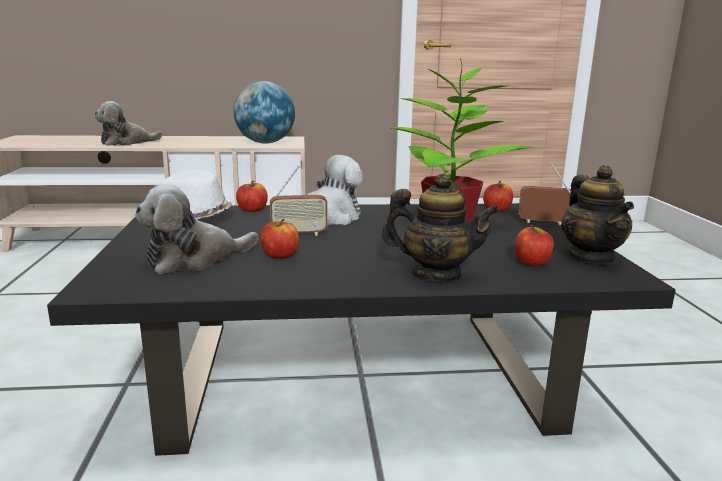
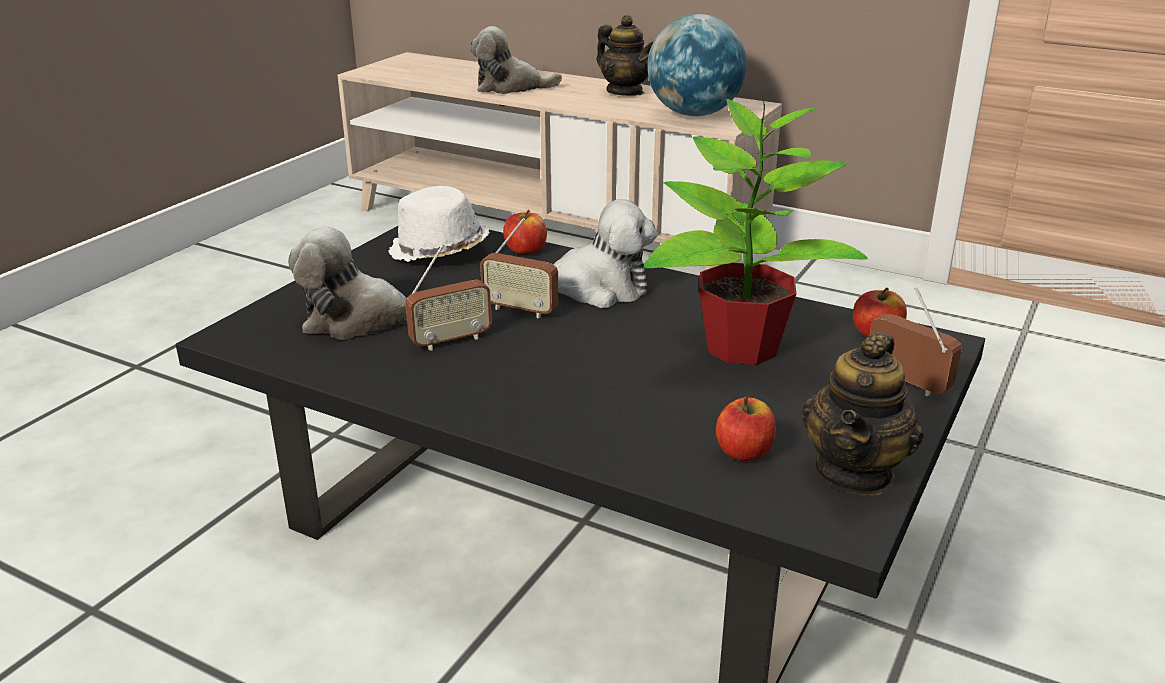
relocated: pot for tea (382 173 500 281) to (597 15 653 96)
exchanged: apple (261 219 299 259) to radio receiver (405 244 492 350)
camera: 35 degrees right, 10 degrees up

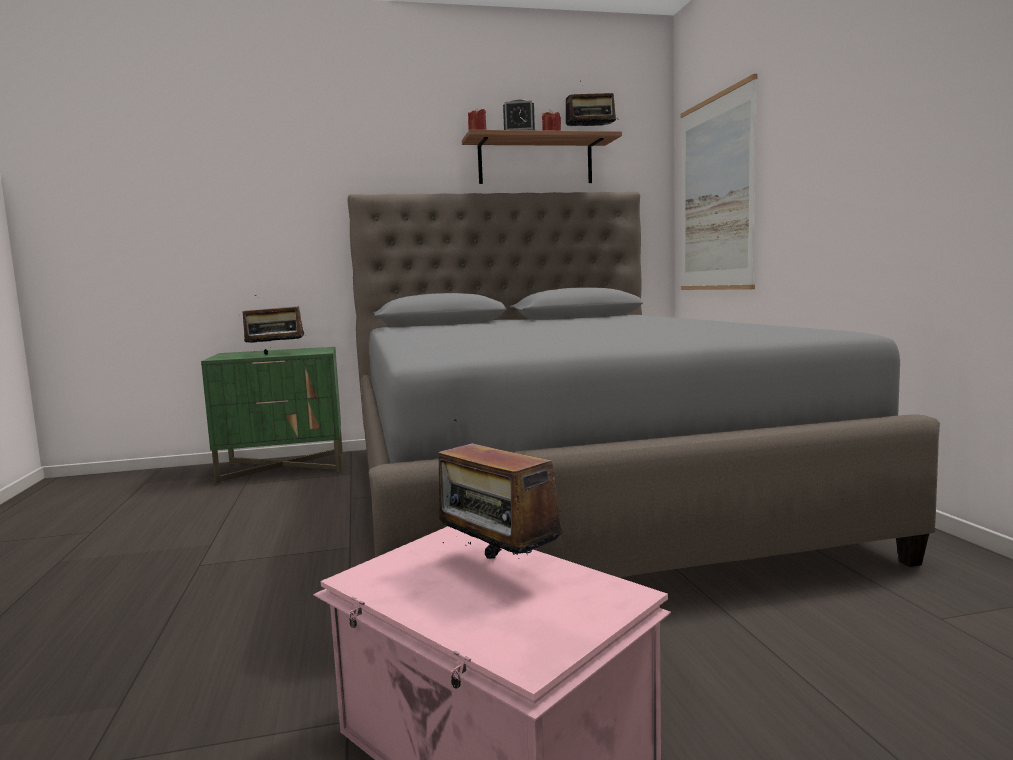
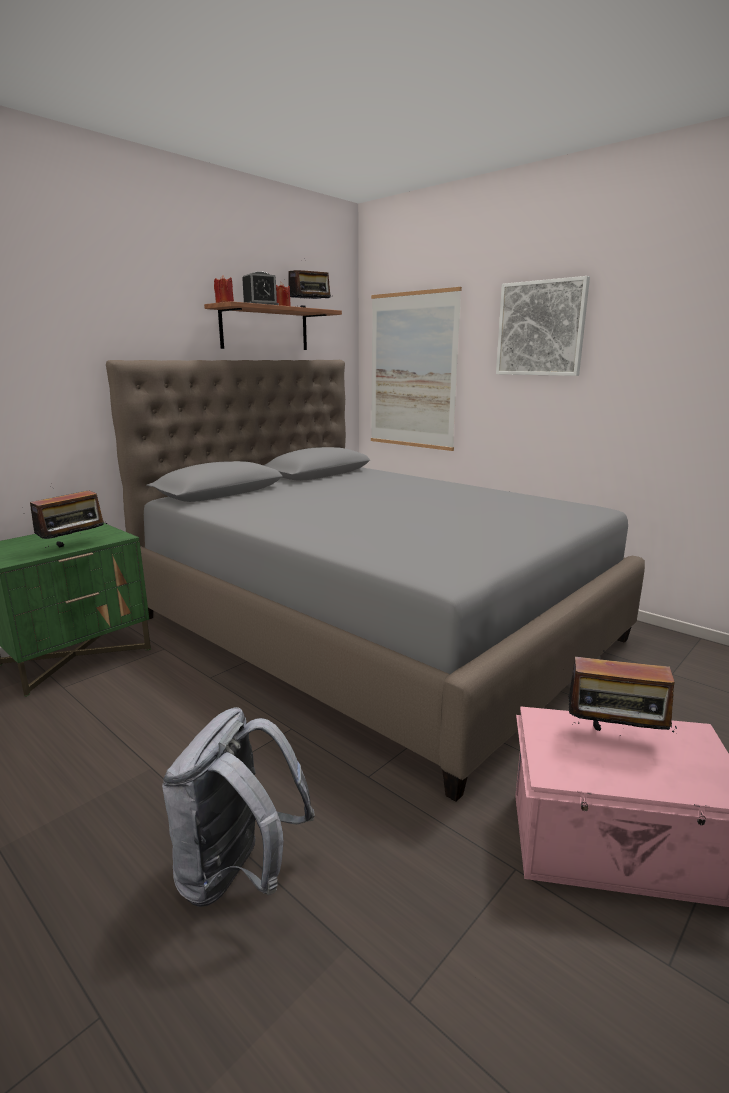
appeared: wall art (496 276 590 376); grey backpack (162 707 315 907)
camera: 35 degrees left, 10 degrees up

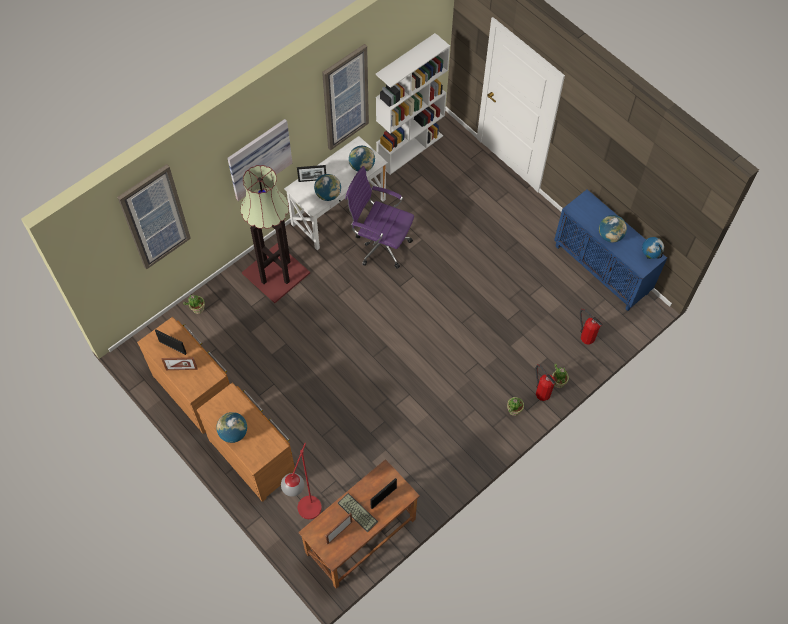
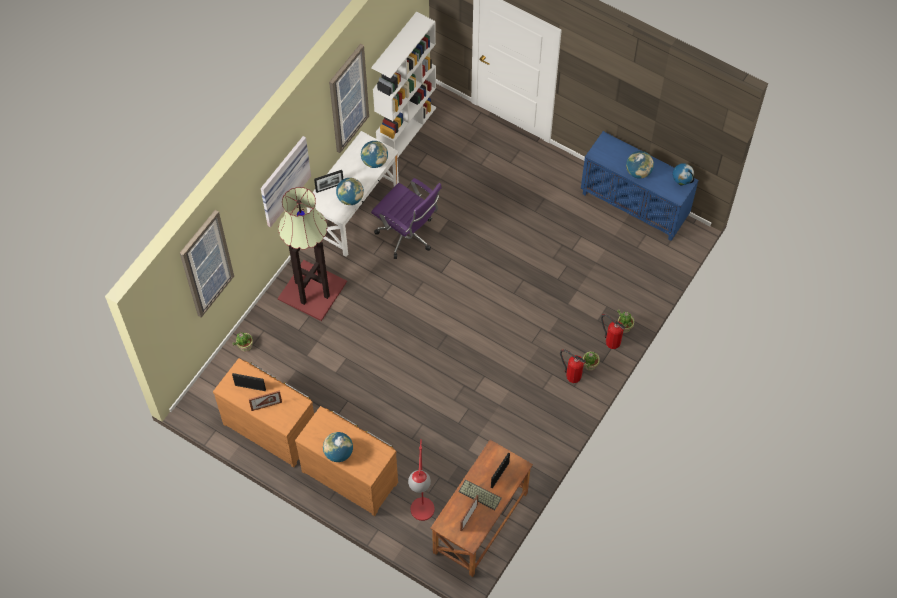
relocated: extinguisher (580 309 603 345) to (560 349 586 383)
spun: purplish desk chair (345 166 414 269) = (371 178 442 259) 150 degrees counterclockwise
camera: 15 degrees left, 0 degrees up

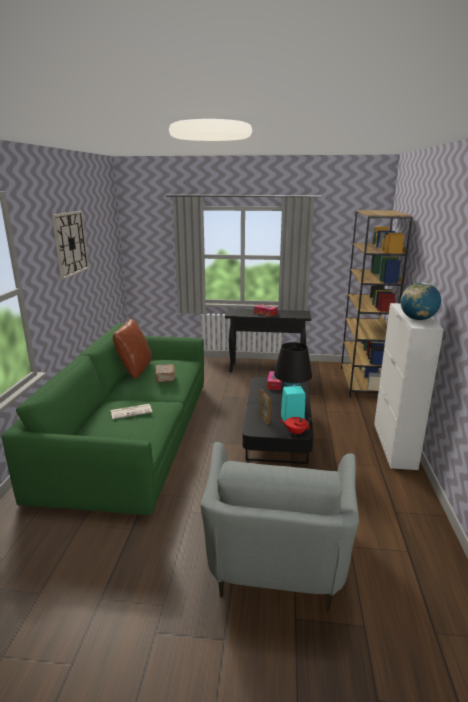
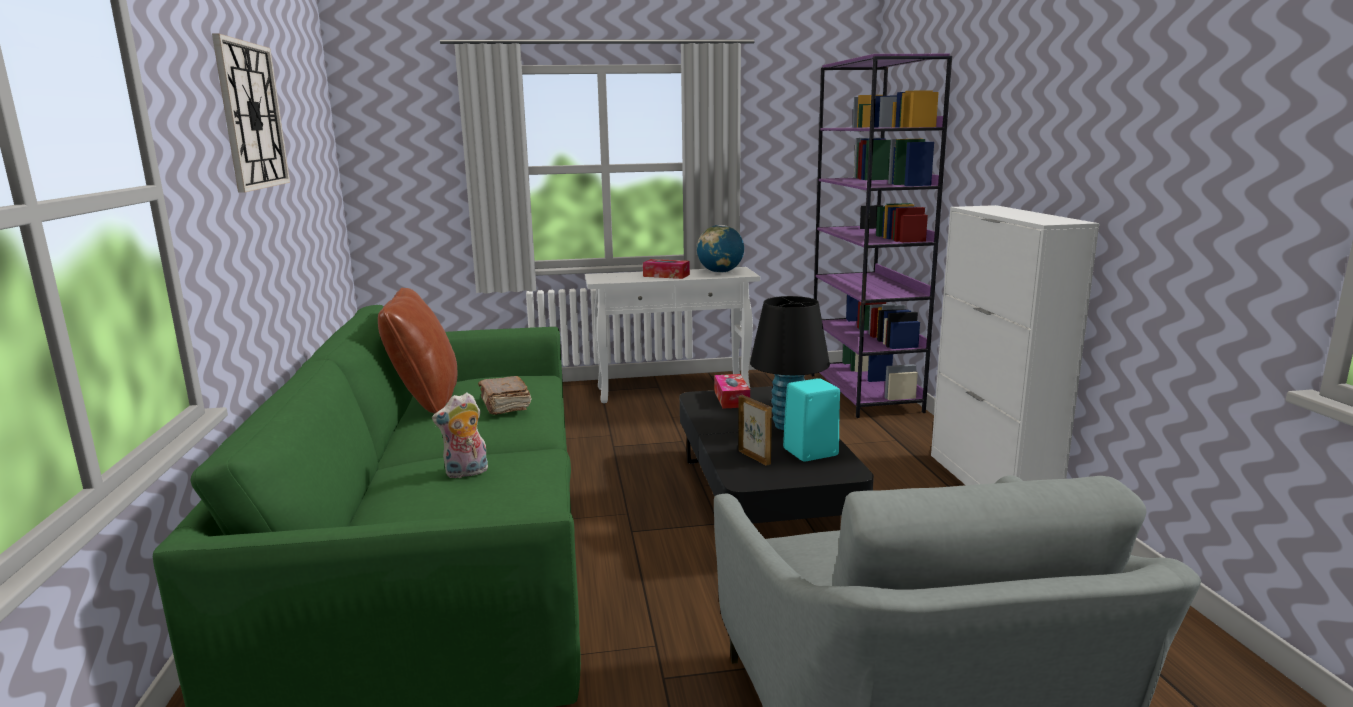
missing: red-coloured pot for tea (280 417 313 435)
relocated: world globe (400 282 441 320) to (697 225 744 273)
exchanged: printed paper (111 404 152 419) to soft toy (432 393 488 478)
colour: brown-coloured shelving unit (341 210 413 397) to purplish shelving unit (811 54 952 418); blackish narrow table (225 308 311 372) to white narrow table (585 267 760 403)
camera: 15 degrees left, 5 degrees down

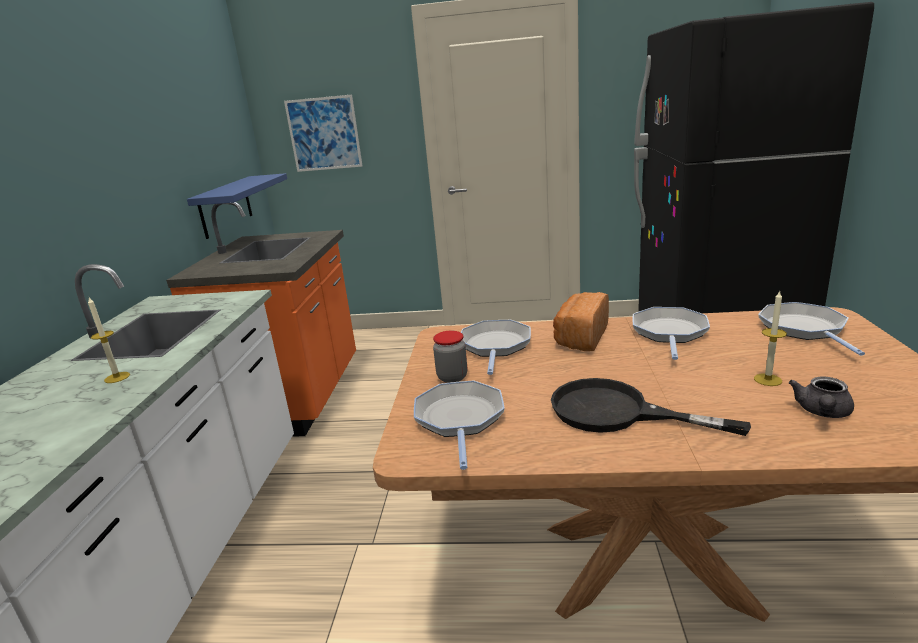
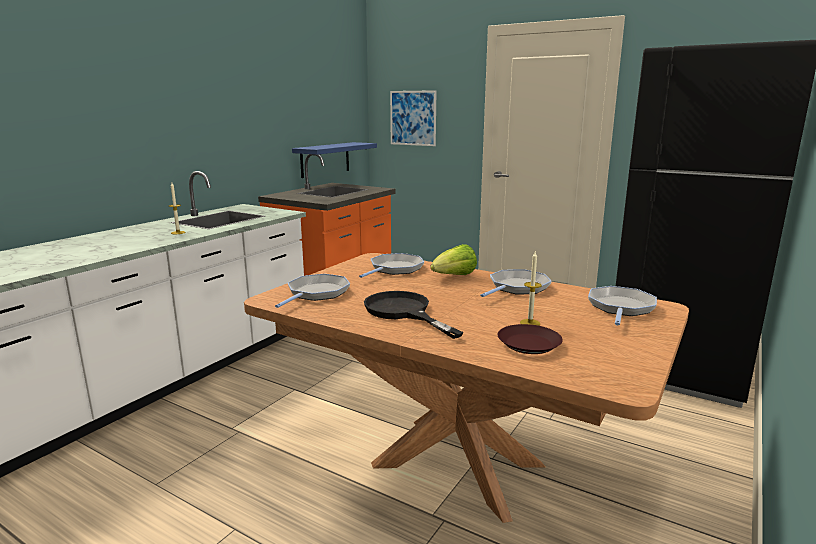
missing: jar (433 331 467 383)
exchanged: bread (553 292 609 351) to head of lettuce (430 244 477 275); grey pot for tea (789 376 854 418) to brown-coloured flat dish (498 324 563 354)
camera: 25 degrees right, 5 degrees down

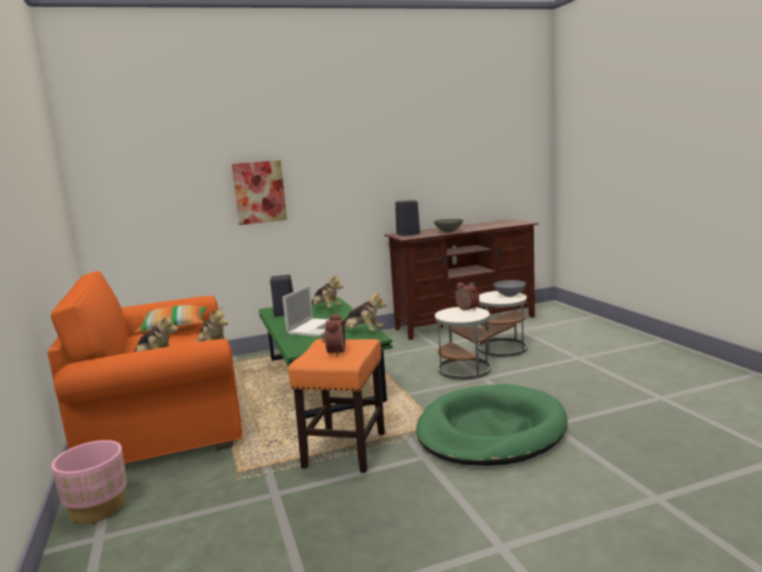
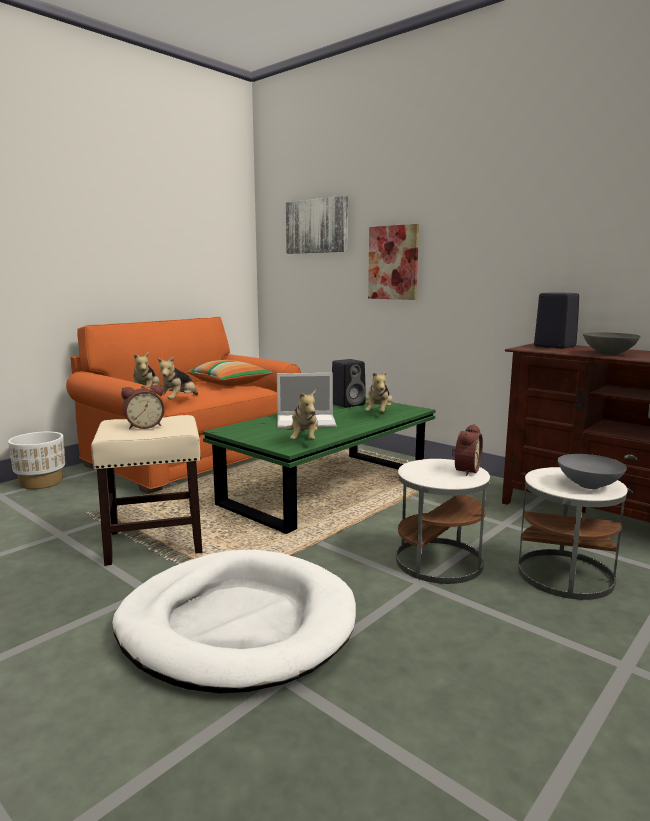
appeared: wall art (286 196 348 254)
colour: orange stool (288 339 385 473) to sand-coloured stool (91 415 202 566); green dog cushion (416 384 568 466) to white dog cushion (112 550 356 693); pinkish plant pot (52 440 127 524) to white plant pot (8 432 65 489)
camera: 60 degrees right, 0 degrees up

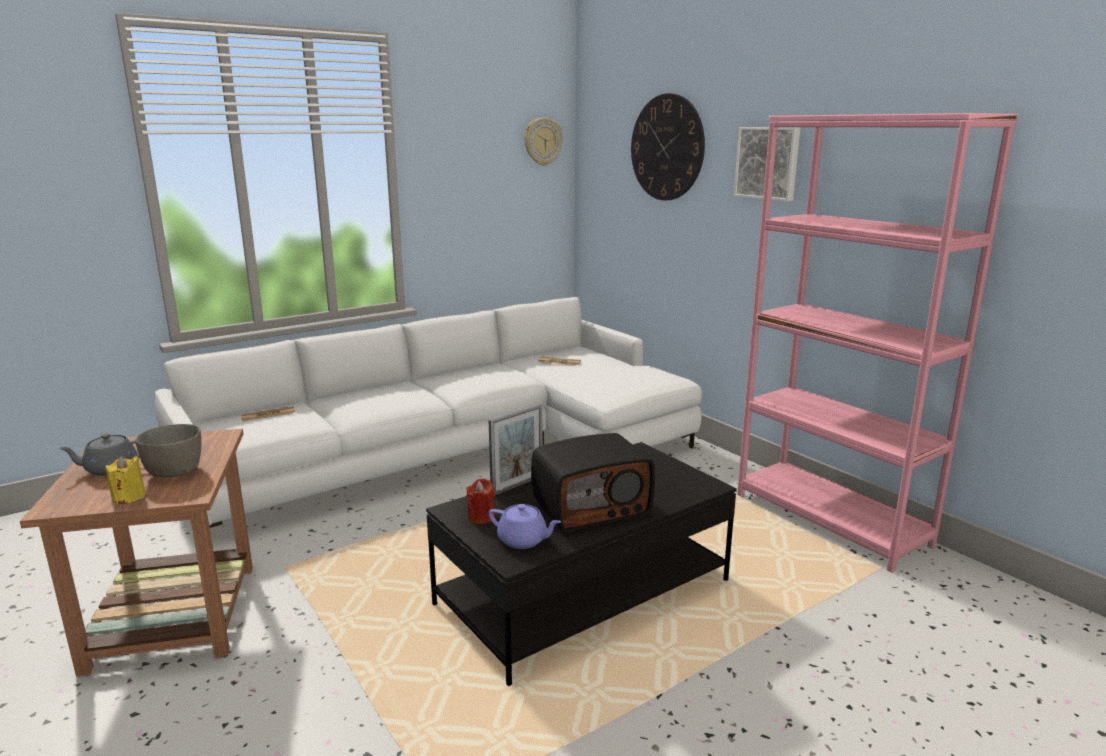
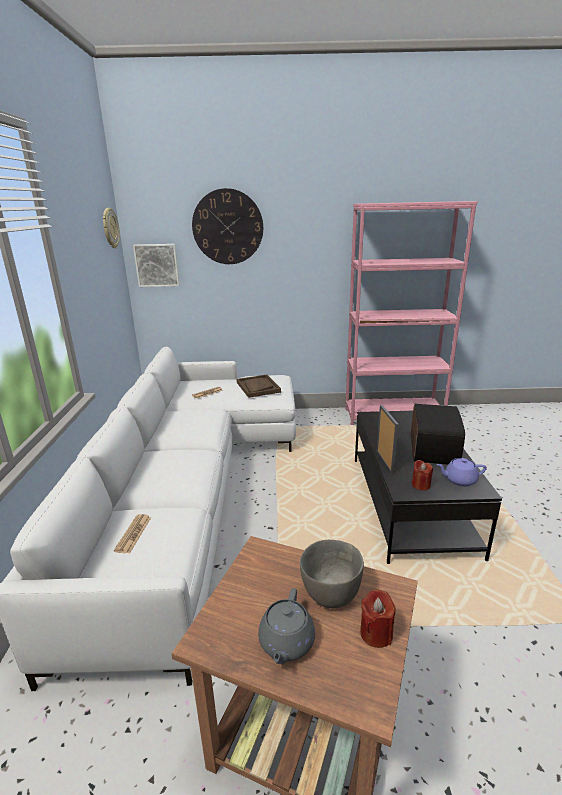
appeared: brown-coloured serving tray (237 374 281 398)
relocated: wall art (734 127 800 202) to (133 244 180 287)
colour: yellow-coloured wax light (106 456 146 504) to red-coloured wax light (360 590 396 648)
spun: purplish pot for tea (489 504 561 549) = (436 458 487 486) 150 degrees counterclockwise
camera: 55 degrees left, 5 degrees up

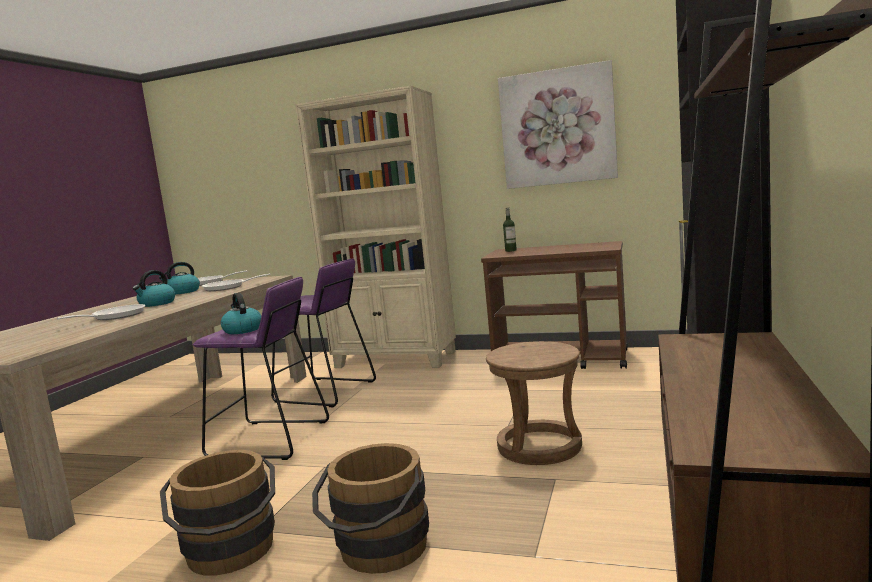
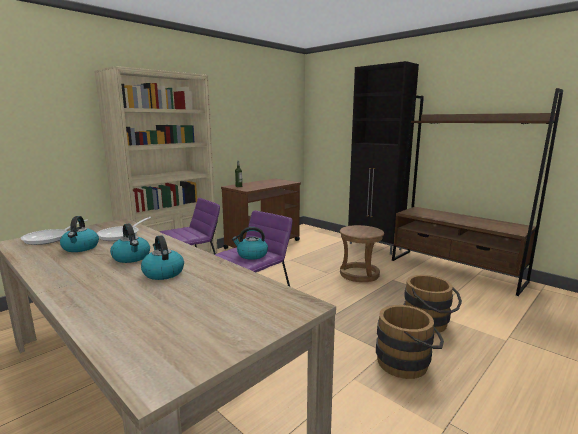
missing: wall art (498 60 618 189)
exchanged: frying pan (57 304 146 320) to water kettle (141 235 184 280)
camera: 65 degrees left, 5 degrees up

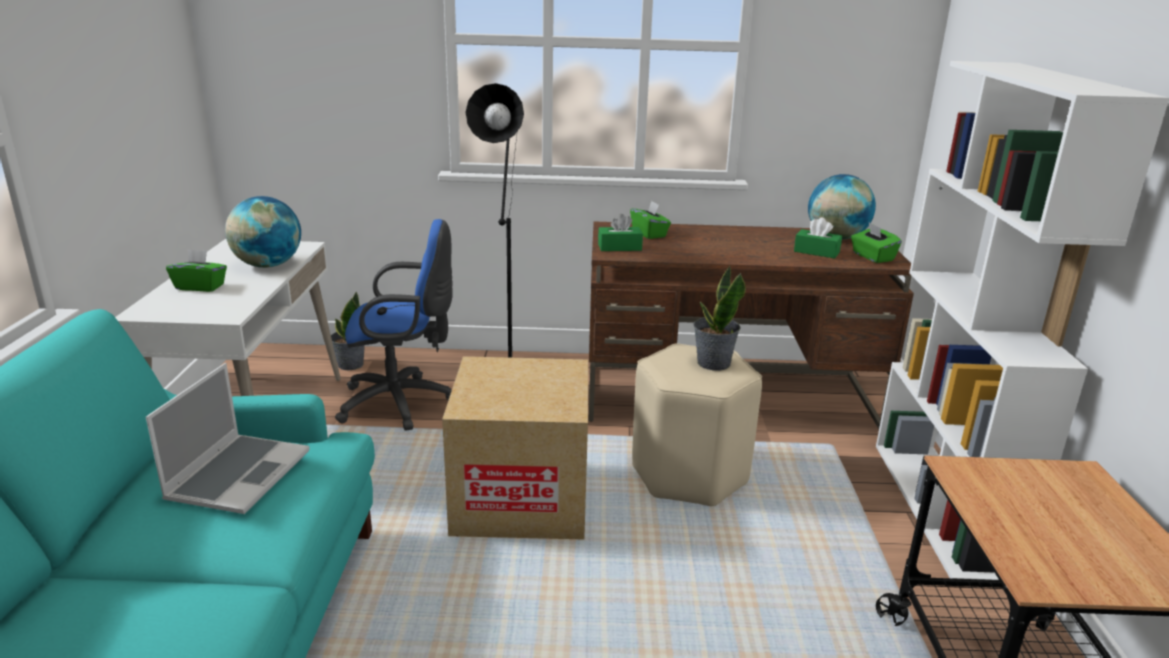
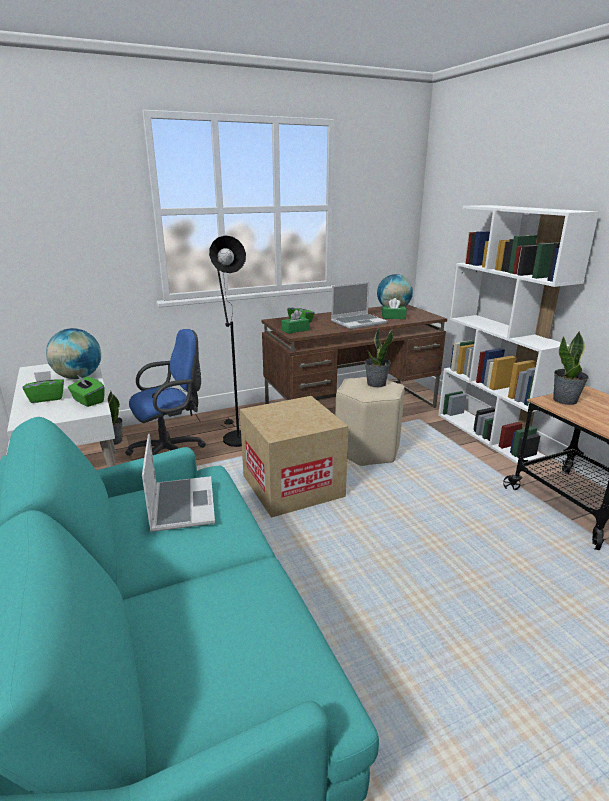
appeared: portable computer (331 282 387 329); plant in a pot (553 331 589 405)
relocated: green tissue holder (851 223 902 263) to (68 375 105 407)
camera: 25 degrees left, 0 degrees up

